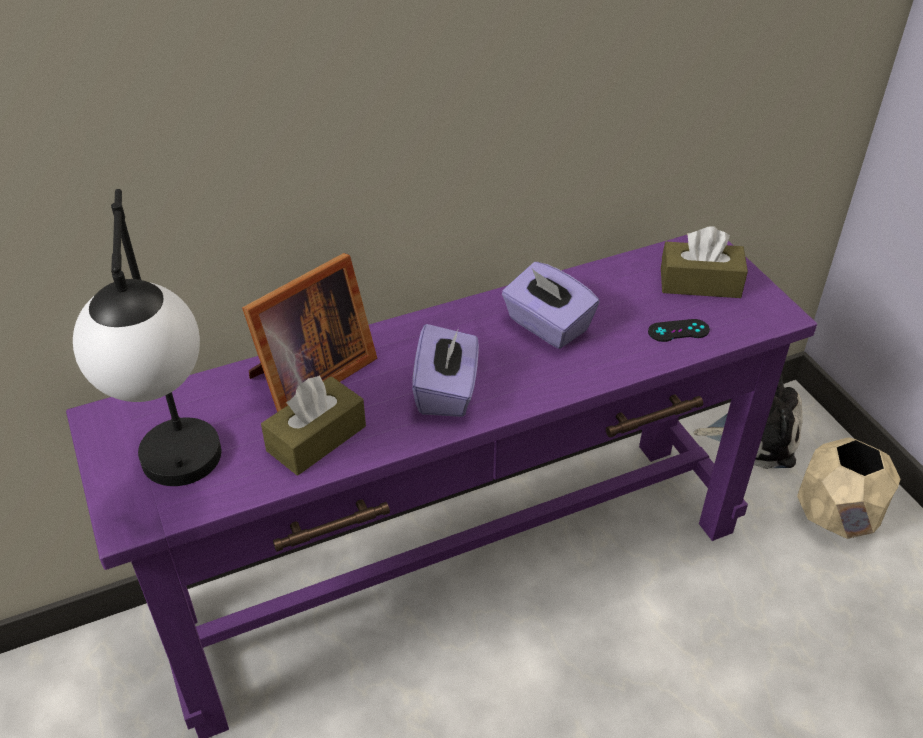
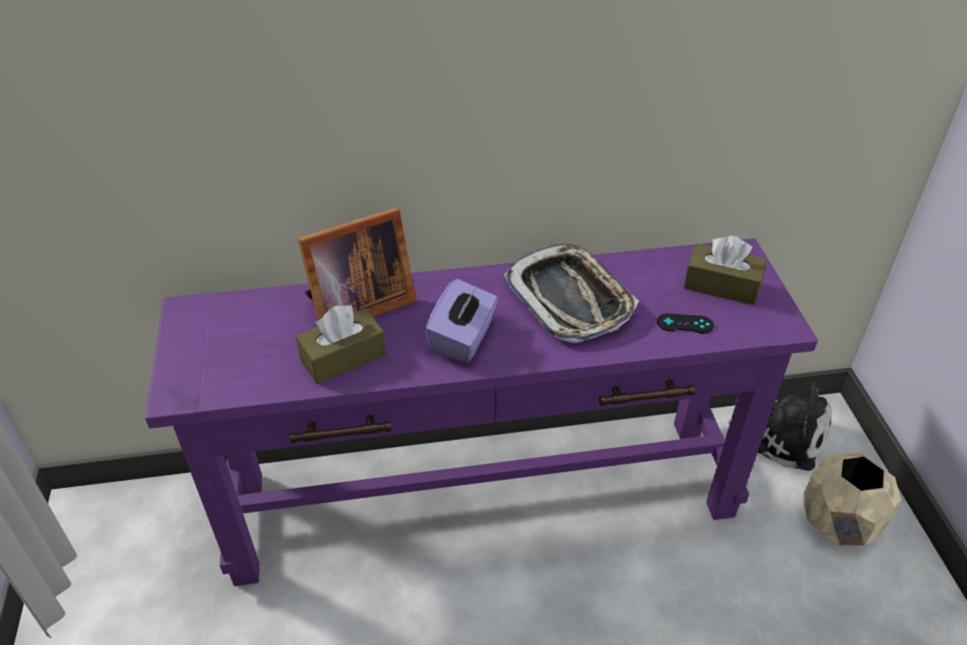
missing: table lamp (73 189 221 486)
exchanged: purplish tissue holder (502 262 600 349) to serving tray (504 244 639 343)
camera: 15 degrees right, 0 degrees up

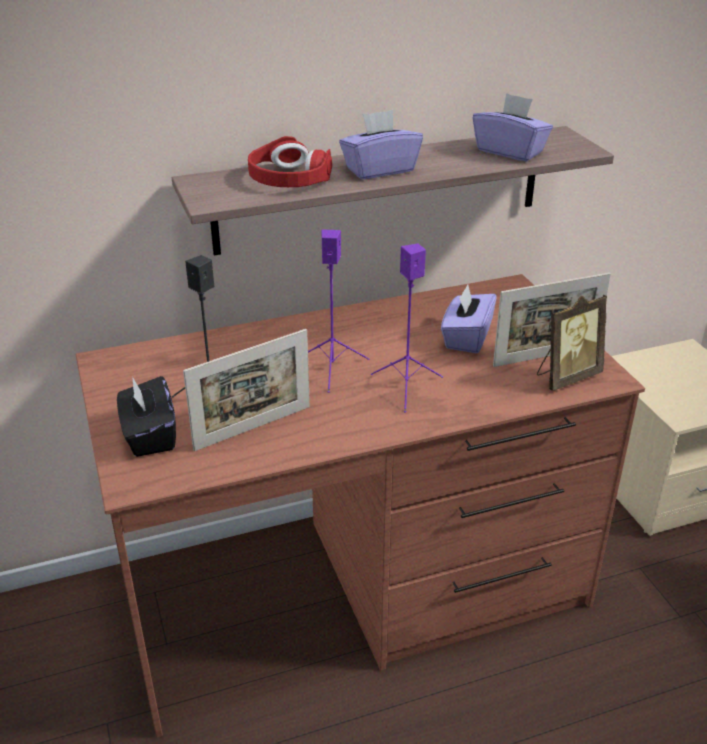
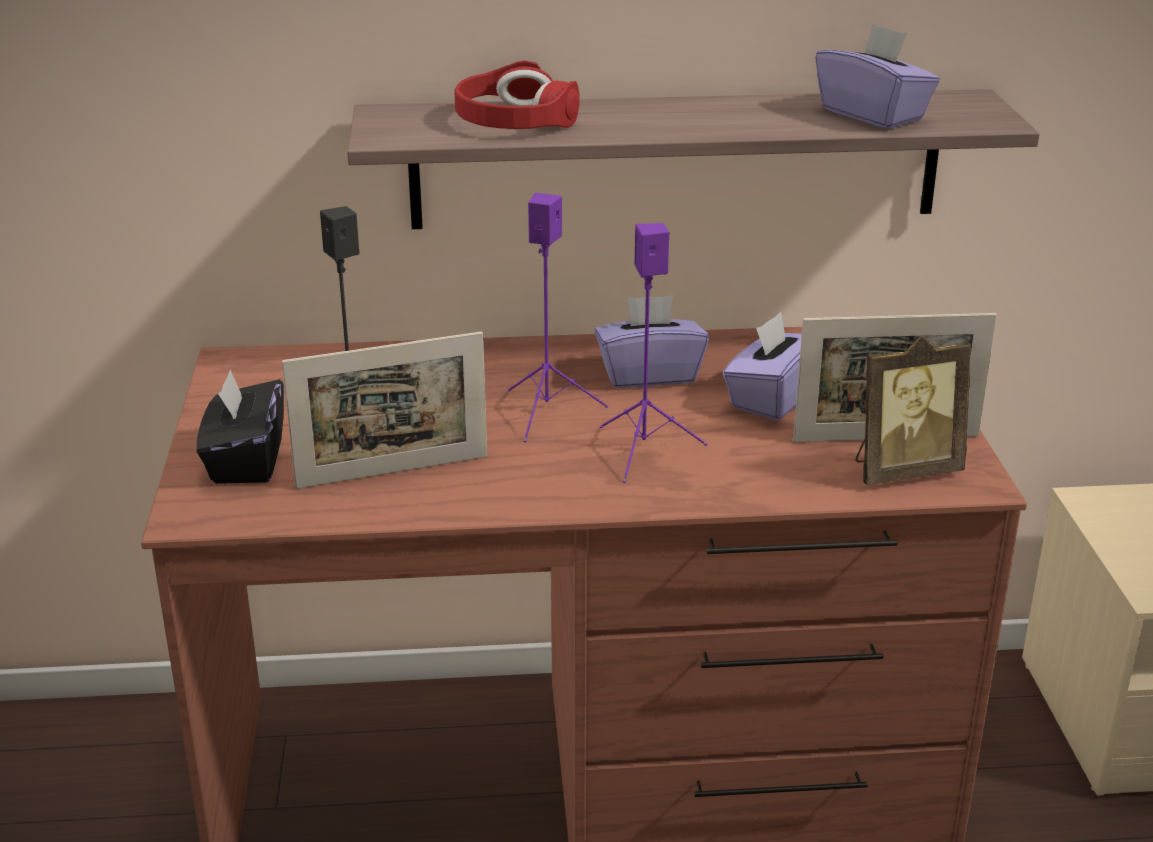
relocated: purplish tissue holder (339 110 423 179) to (595 295 709 388)
camera: 15 degrees right, 5 degrees down

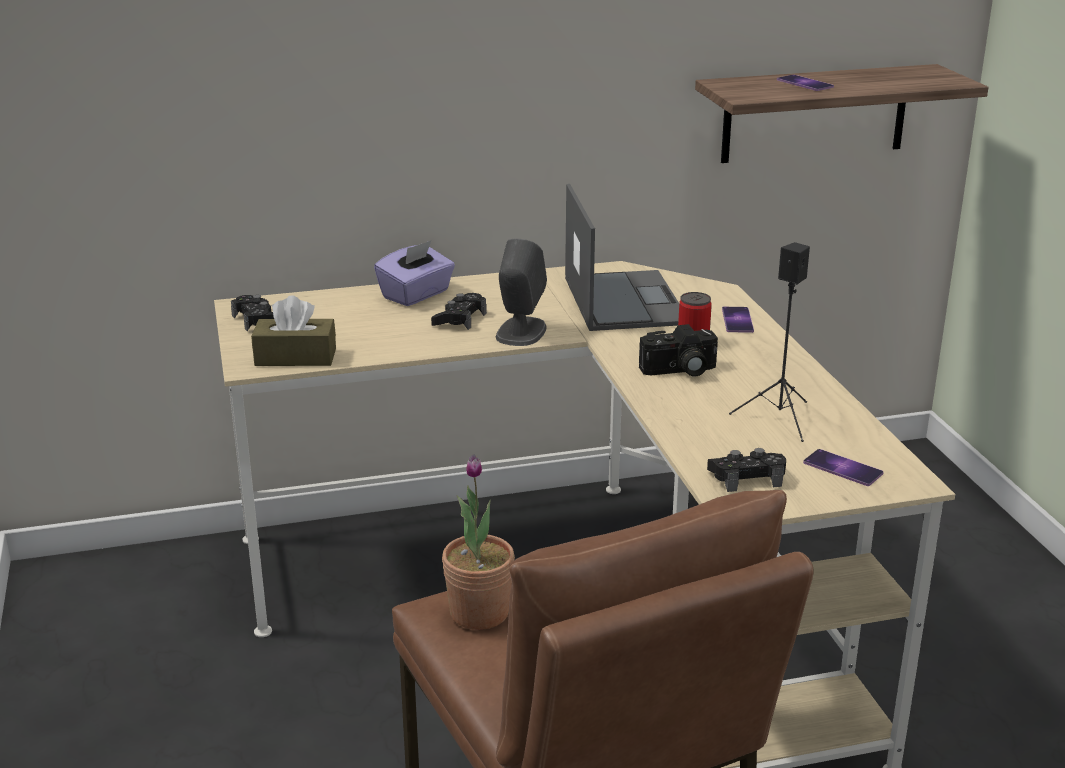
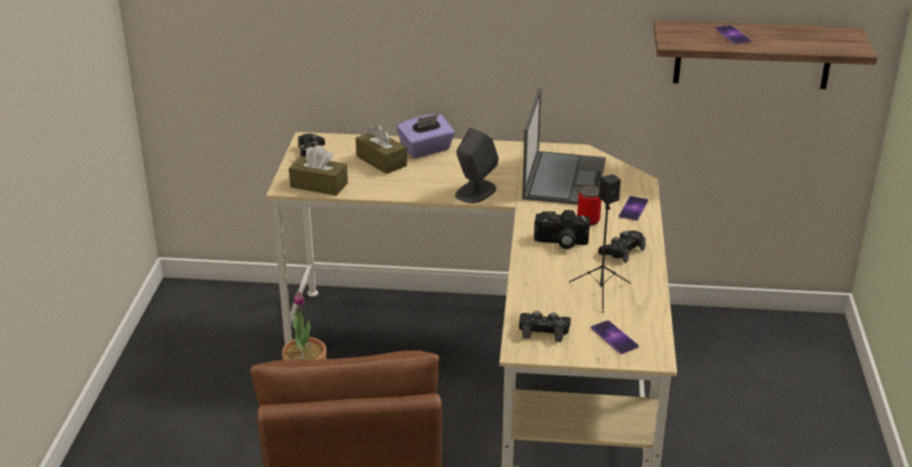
appeared: brown-coloured tissue holder (356 123 407 174)
relocated: blackish gamepad (431 293 487 330) to (598 230 645 263)
camera: 20 degrees right, 5 degrees up

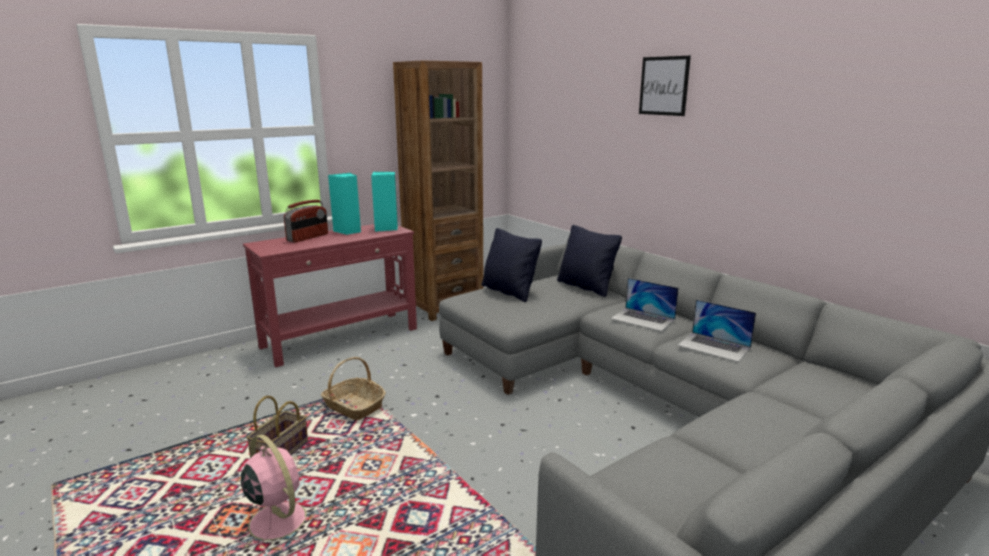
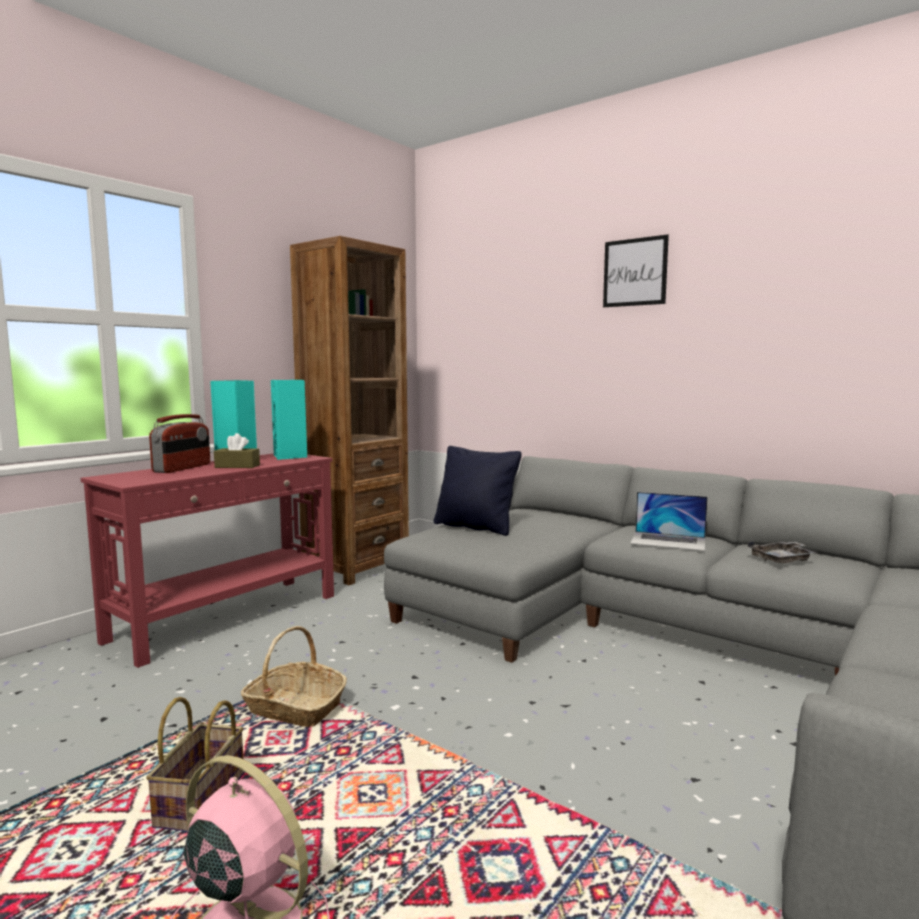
missing: blackish throw pillow (557 225 622 297)
appeared: brown-coloured tissue holder (214 433 260 468)
exchanged: portable computer (677 299 756 362) to grey serving tray (748 541 818 564)
camera: 15 degrees left, 10 degrees down

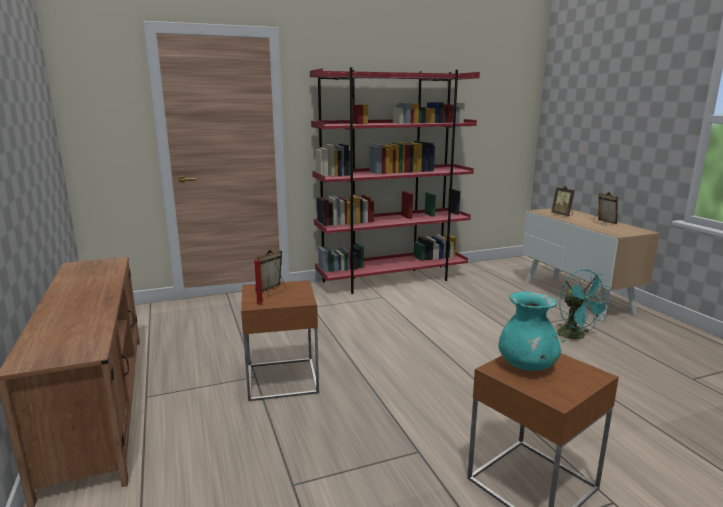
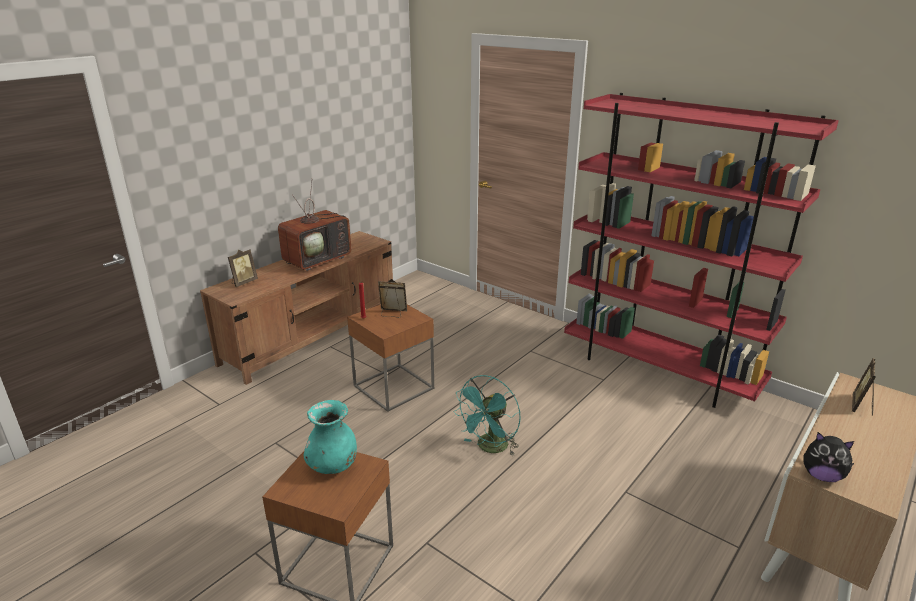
appeared: television (278 182 351 271); soft toy (803 432 854 482)
relocated: picture frame (593 192 618 225) to (228 249 258 287); turquoise cooling fan (557 269 612 343) to (453 375 521 455)
camera: 60 degrees right, 10 degrees up

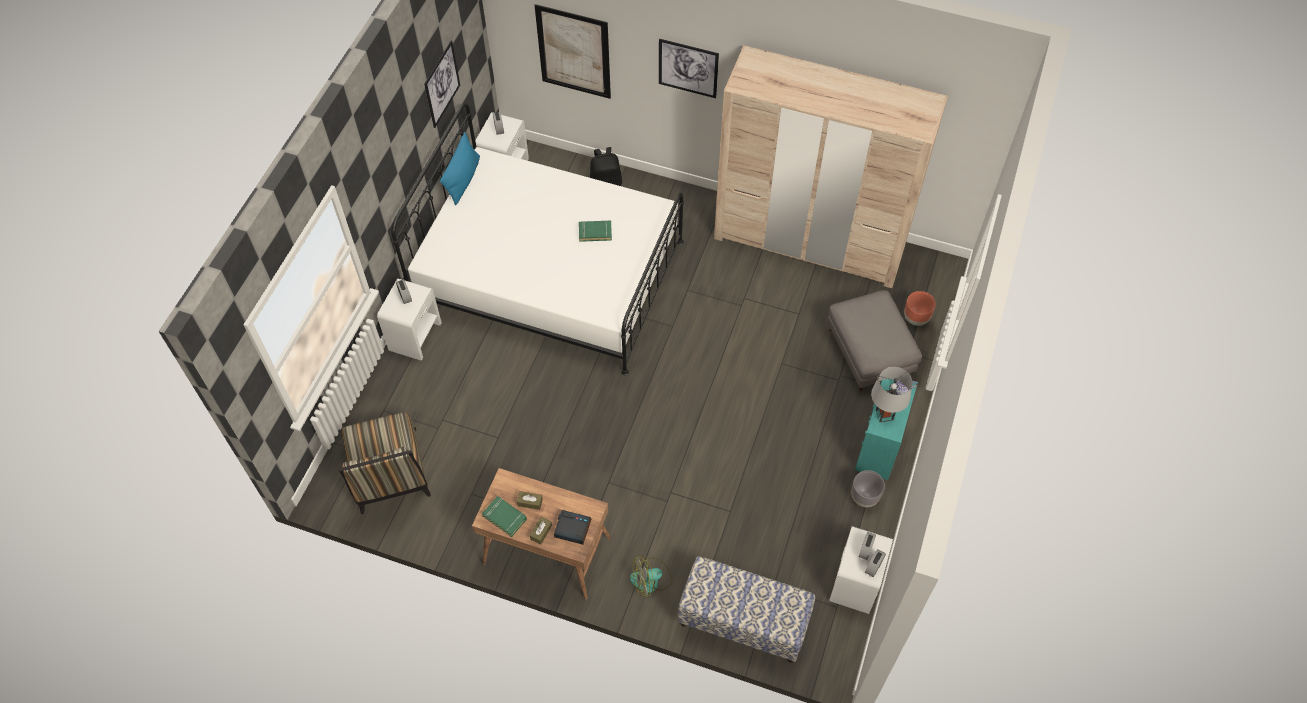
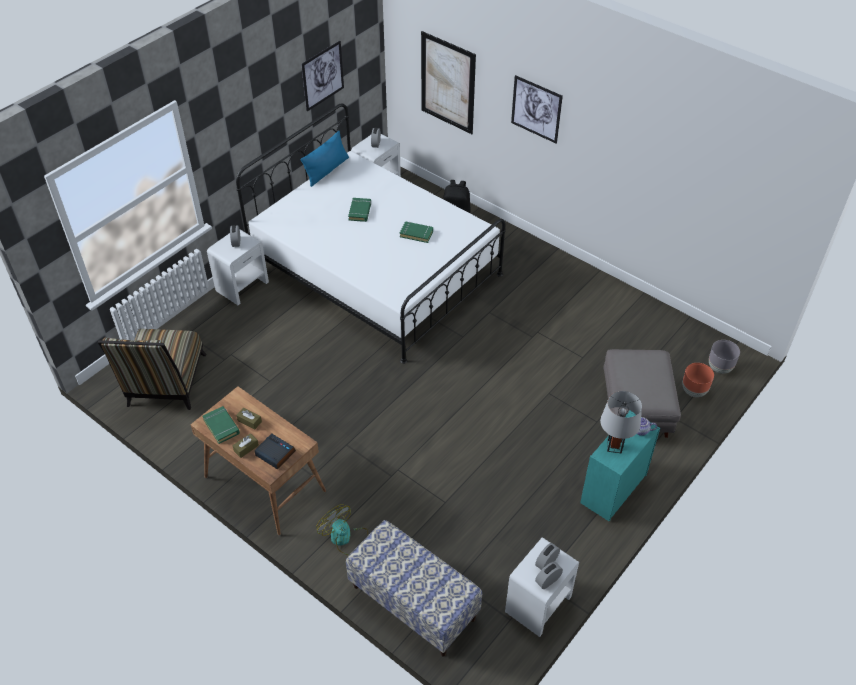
missing: sand-coloured clothes cupboard (714 45 948 288)
appeared: green bound book (348 198 371 222)
relocated: grey plant pot (851 470 885 507) to (709 340 740 374)
spun: cooling fan (630 556 673 597) = (316 504 368 555) 45 degrees clockwise
camera: 20 degrees right, 10 degrees down

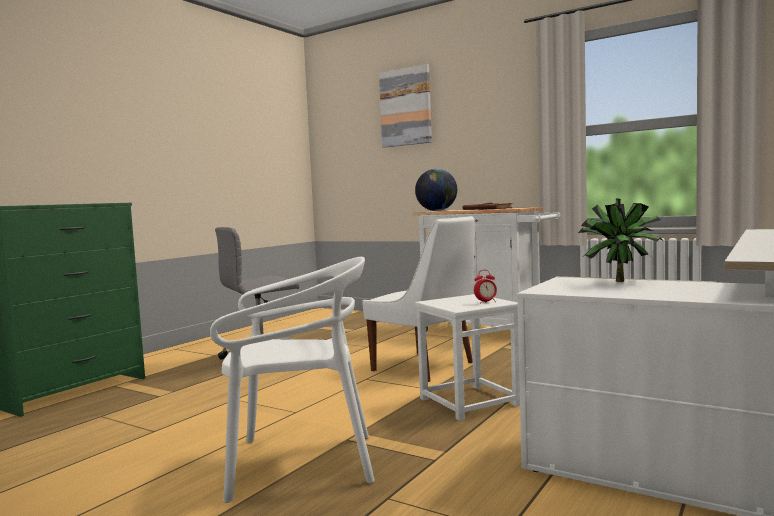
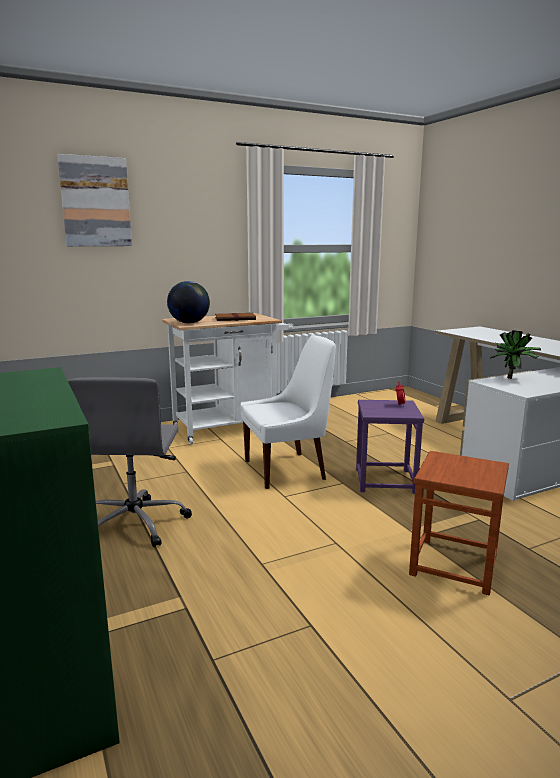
exchanged: white plain chair (210 257 375 503) to brown-coloured stool (409 451 509 595)
colour: white stool (415 294 520 421) to purplish stool (356 400 424 494)
camera: 60 degrees left, 10 degrees up

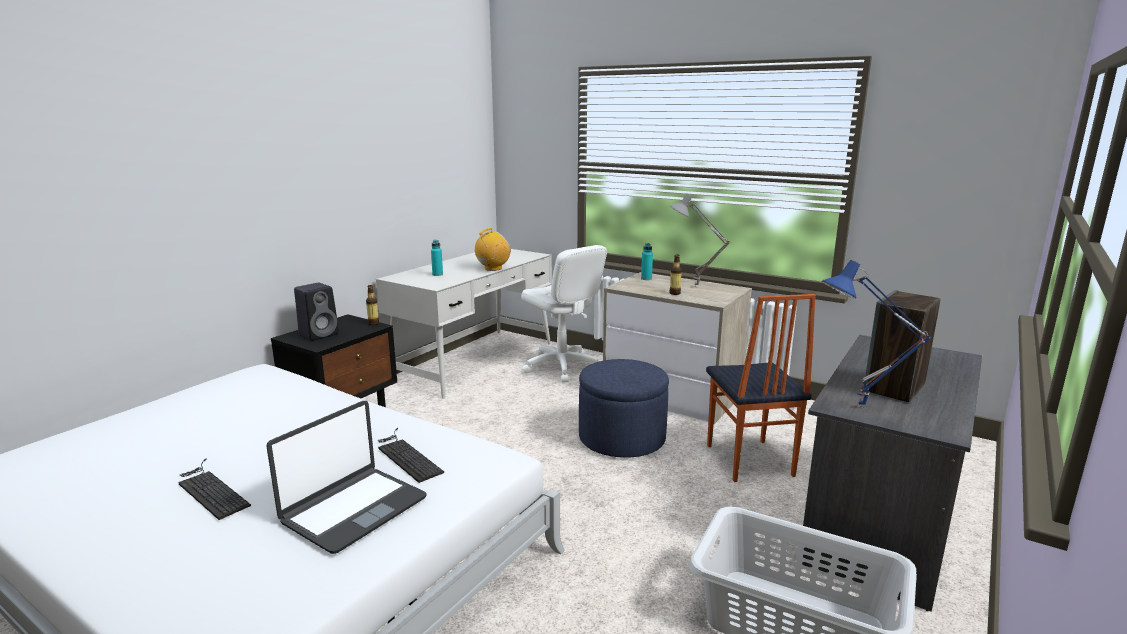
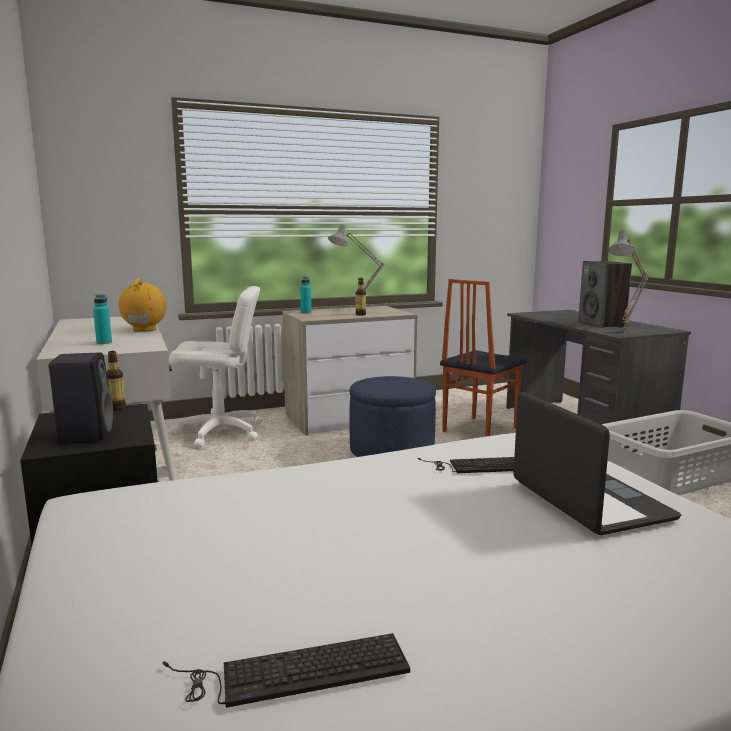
relocated: keyboard (178 458 251 520) to (163 633 410 708)
colour: blue table lamp (822 260 931 408) to grey table lamp (608 229 648 332)
spun: plain chair (706 294 816 482) = (440 279 527 437) 105 degrees clockwise
camera: 55 degrees left, 5 degrees down

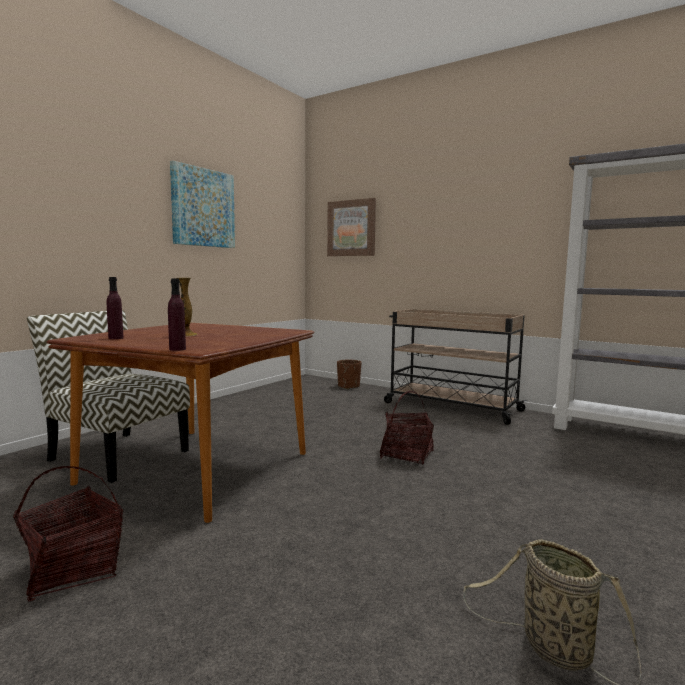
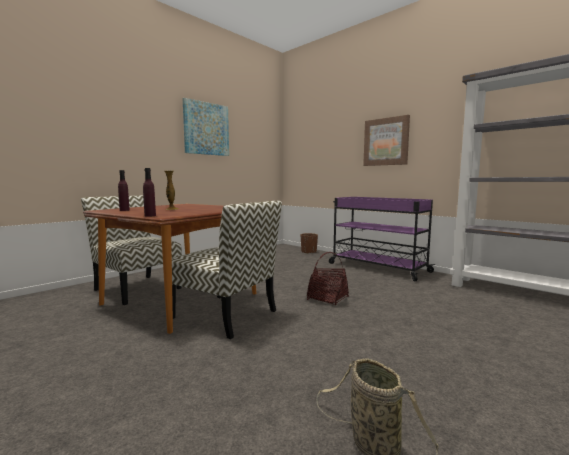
missing: household basket (13 466 123 601)
appeared: plain chair (172 201 282 339)
relocated: wall art (327 198 376 256) to (363 115 410 166)
colour: sand-coloured wheeled cart (384 309 527 425) to purplish wheeled cart (329 197 435 281)
camera: 10 degrees right, 0 degrees up

